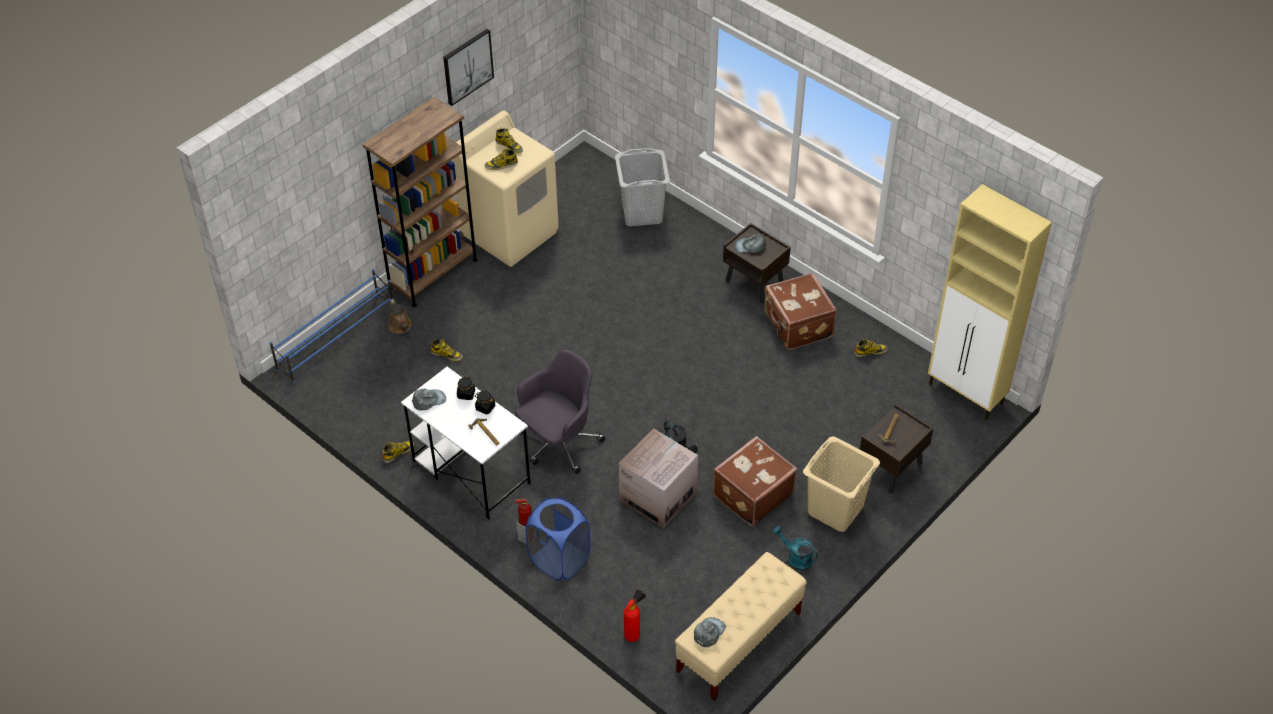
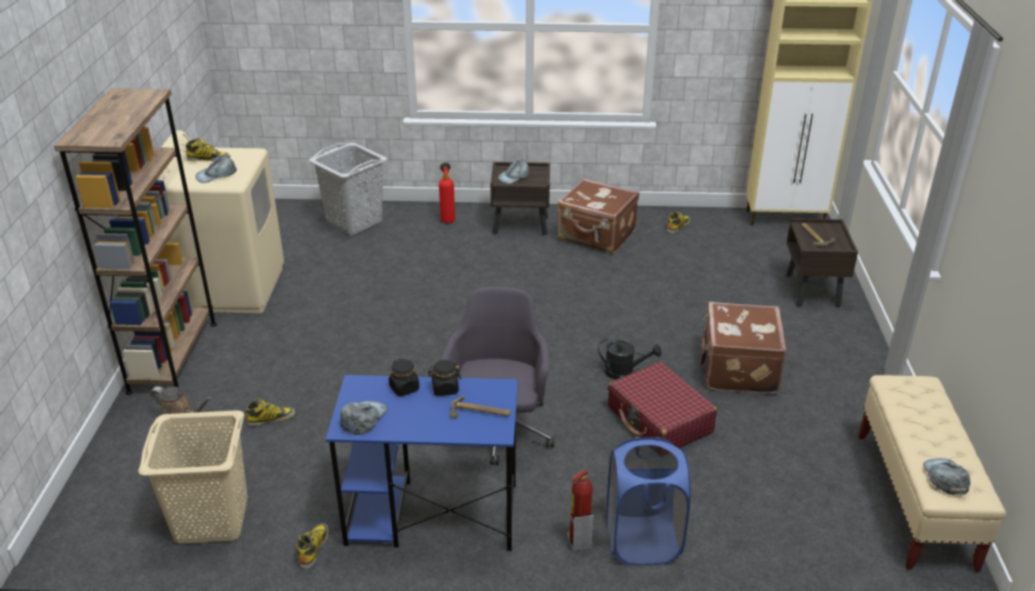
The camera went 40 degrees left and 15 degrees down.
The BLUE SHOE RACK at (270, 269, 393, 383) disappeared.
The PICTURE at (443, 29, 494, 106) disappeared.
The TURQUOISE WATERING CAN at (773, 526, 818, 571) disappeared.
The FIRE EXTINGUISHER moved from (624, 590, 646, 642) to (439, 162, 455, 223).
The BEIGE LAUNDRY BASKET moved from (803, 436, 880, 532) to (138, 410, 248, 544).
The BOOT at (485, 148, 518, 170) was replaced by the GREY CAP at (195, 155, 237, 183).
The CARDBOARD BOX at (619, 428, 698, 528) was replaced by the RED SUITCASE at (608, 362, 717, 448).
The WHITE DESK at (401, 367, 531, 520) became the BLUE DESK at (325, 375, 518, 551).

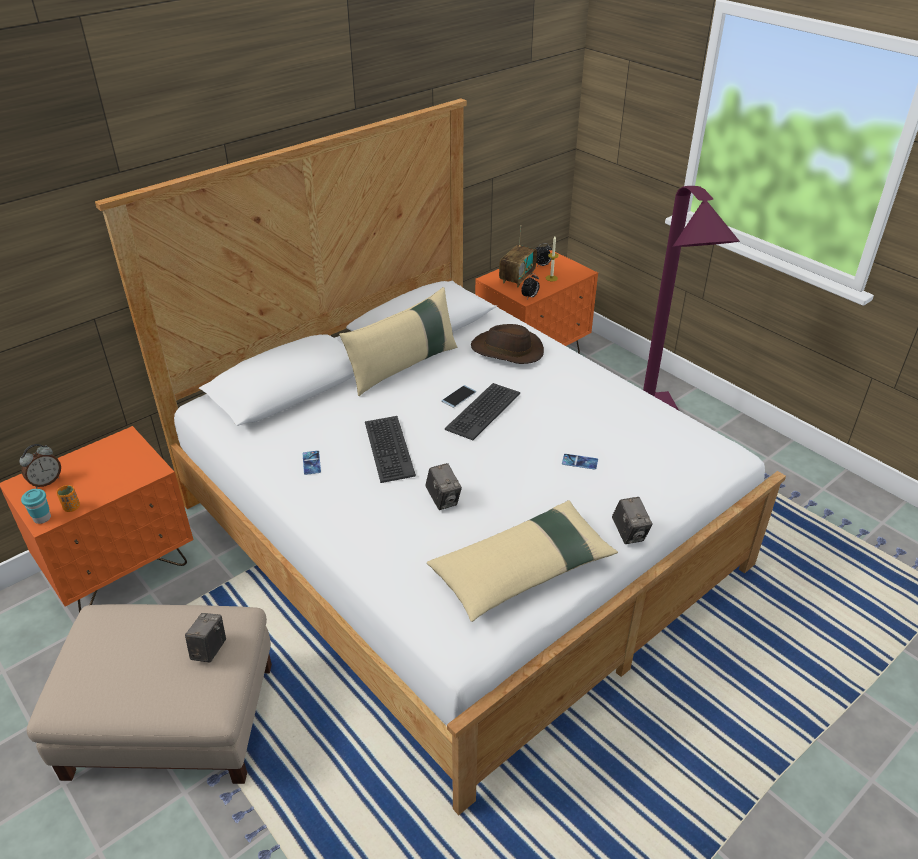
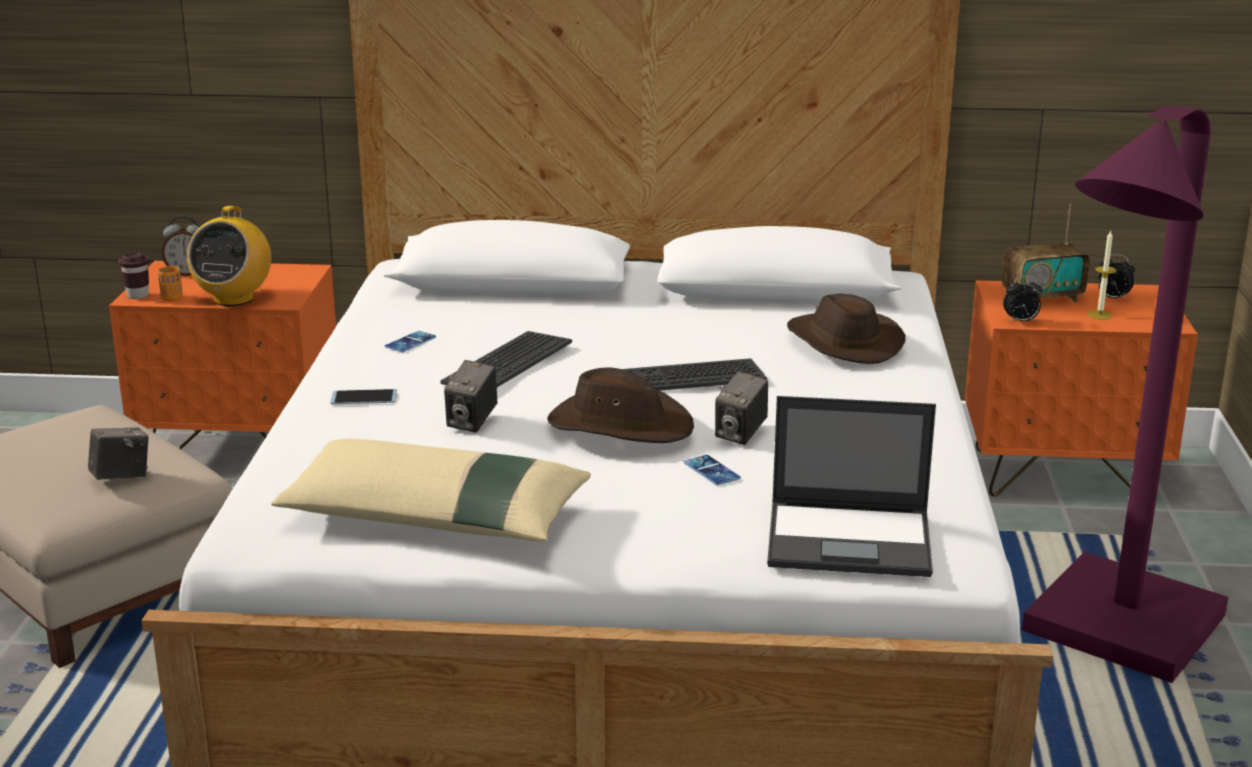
The camera went 45 degrees right and 15 degrees down.
The BEIGE PILLOW at (339, 287, 457, 396) disappeared.
The RADIO at (187, 206, 271, 306) appeared.
The BROWN HAT at (547, 367, 694, 443) appeared.
The LAPTOP at (767, 396, 936, 577) appeared.
The PHONE moved from (441, 385, 476, 408) to (330, 389, 397, 404).
The PHOTO CAMERA moved from (612, 497, 653, 544) to (715, 371, 768, 445).
The TURQUOISE CUP at (21, 489, 51, 524) became the BROWN CUP at (119, 252, 149, 299).

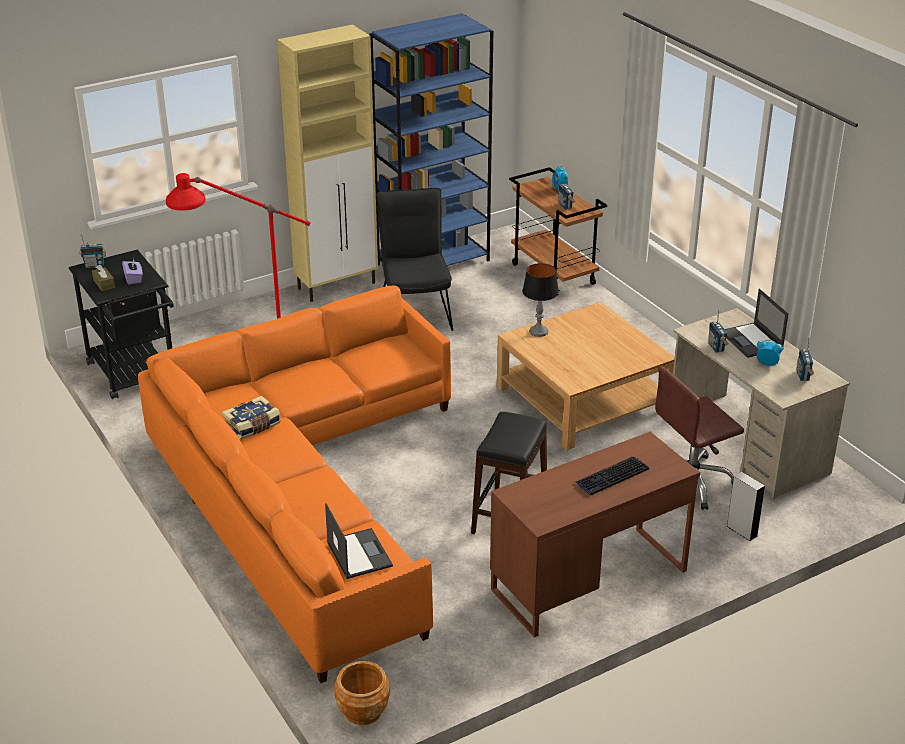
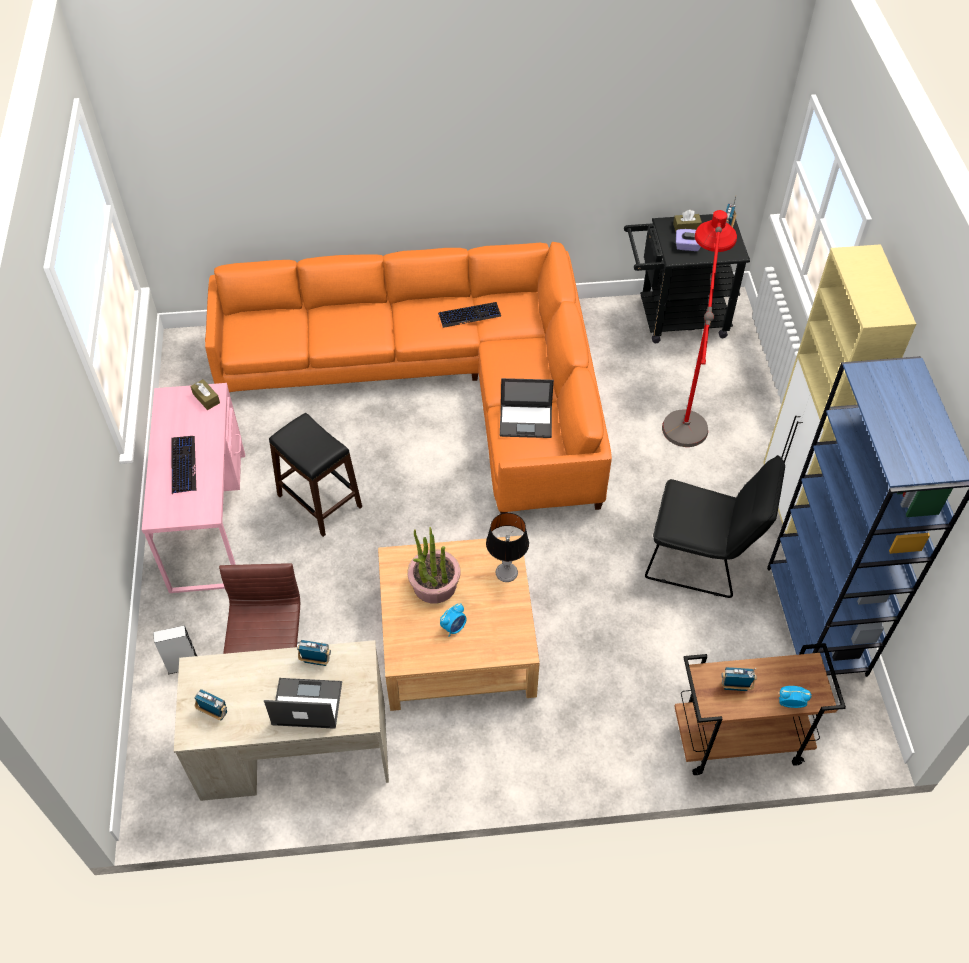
The camera went 115 degrees right and 20 degrees up.
The BROWN PLANTER at (334, 661, 390, 725) disappeared.
The BROWN TISSUE BOX at (190, 379, 220, 410) appeared.
The POTTED PLANT at (407, 527, 461, 603) appeared.
The LAPTOP moved from (325, 503, 393, 579) to (500, 378, 554, 438).
The ALARM CLOCK moved from (757, 340, 783, 366) to (440, 603, 467, 637).
The BOOK at (222, 396, 281, 440) was replaced by the KEYBOARD at (438, 302, 501, 328).
The BROWN DESK at (490, 432, 700, 637) became the PINK DESK at (142, 383, 245, 593).

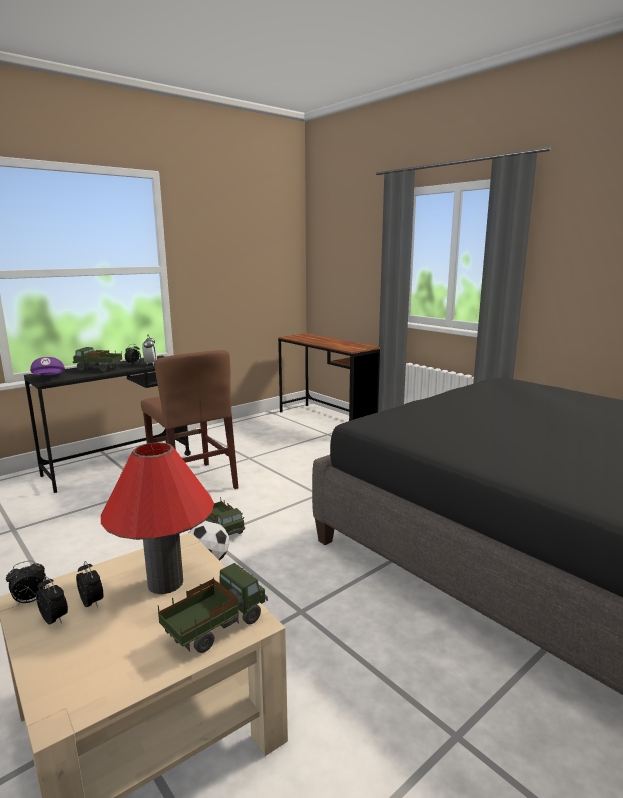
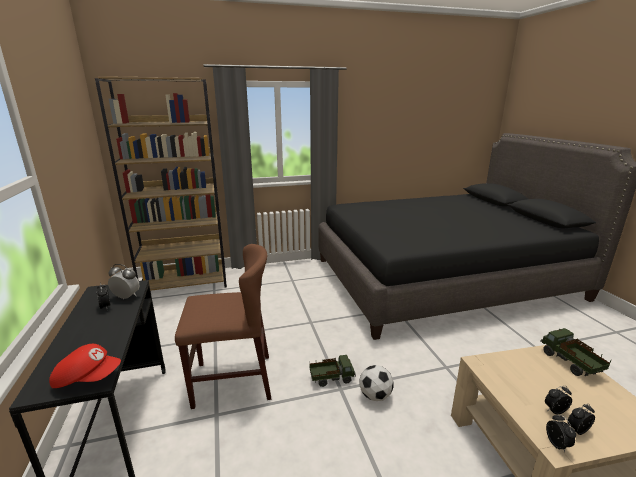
The camera went 65 degrees left and 5 degrees up.
The TOY TRUCK at (73, 347, 122, 372) disappeared.
The RED TABLE LAMP at (101, 442, 214, 594) disappeared.
The BROWN DESK at (278, 333, 380, 421) was replaced by the BROWN BOOKCASE at (95, 76, 227, 291).
The PURPLE CAP at (30, 357, 65, 375) became the RED CAP at (49, 344, 121, 388).

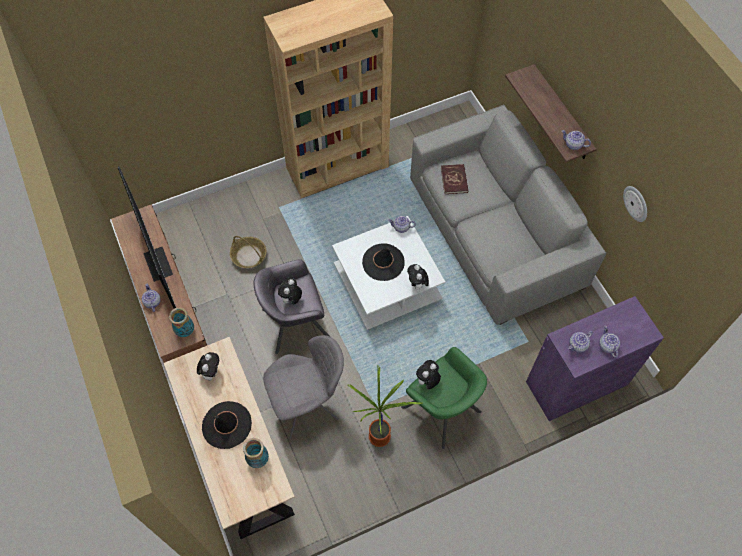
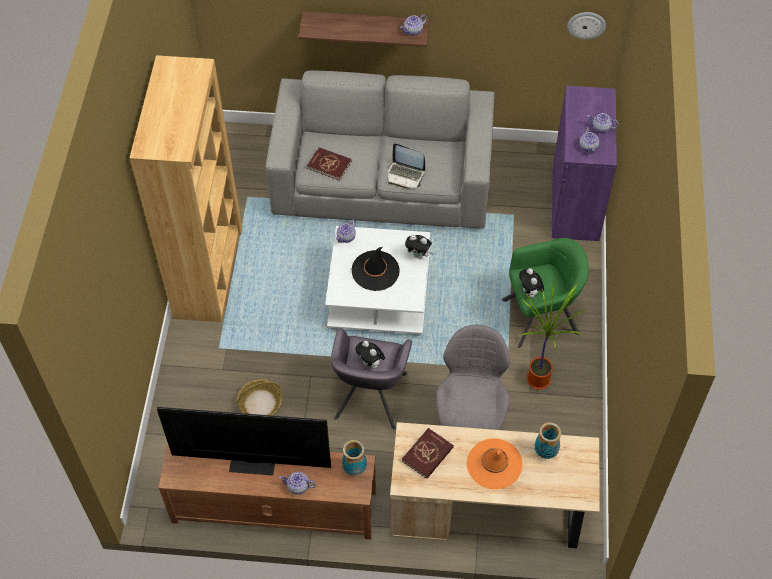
The camera went 60 degrees left and 5 degrees down.
The LAPTOP at (388, 143, 425, 189) appeared.
The WALL CLOCK moved from (623, 186, 647, 222) to (567, 12, 606, 40).
The PLUSH TOY at (197, 352, 219, 381) was replaced by the RED BOOK at (402, 428, 454, 479).
The BLACK HAT at (202, 401, 252, 449) became the ORANGE HAT at (467, 439, 522, 489).

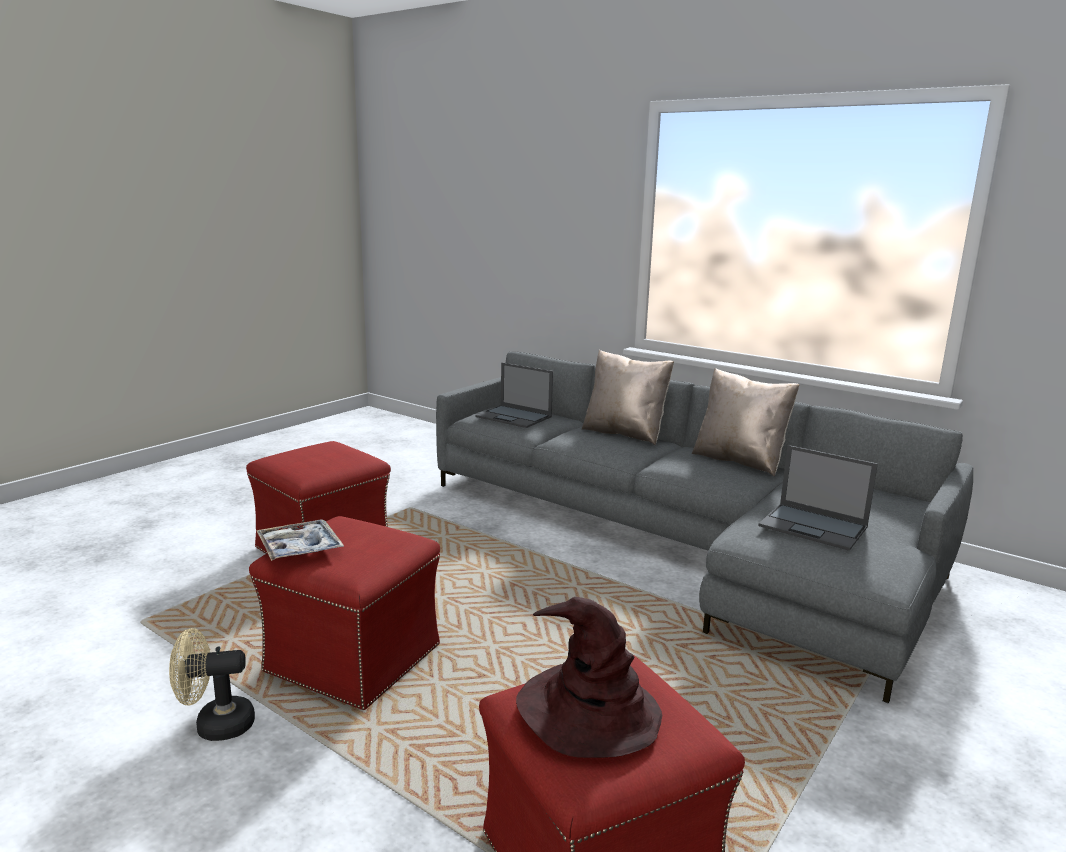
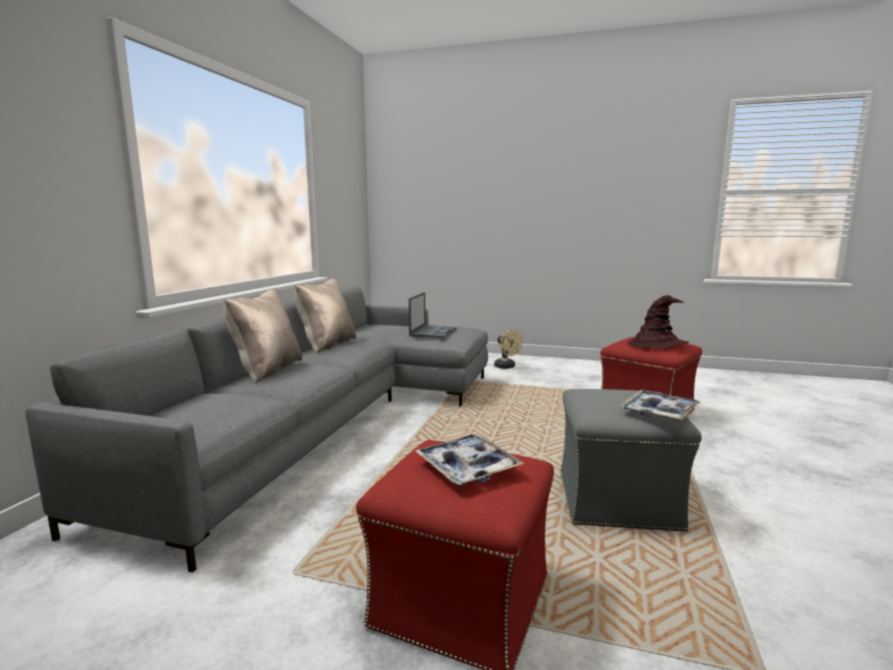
The camera went 110 degrees left and 5 degrees down.
The LAPTOP at (475, 362, 553, 428) disappeared.
The TRAY at (416, 434, 525, 485) appeared.
The BEIGE FAN moved from (169, 628, 255, 741) to (494, 330, 523, 369).
The RED OTTOMAN at (249, 516, 440, 710) became the GREY OTTOMAN at (560, 389, 702, 532).

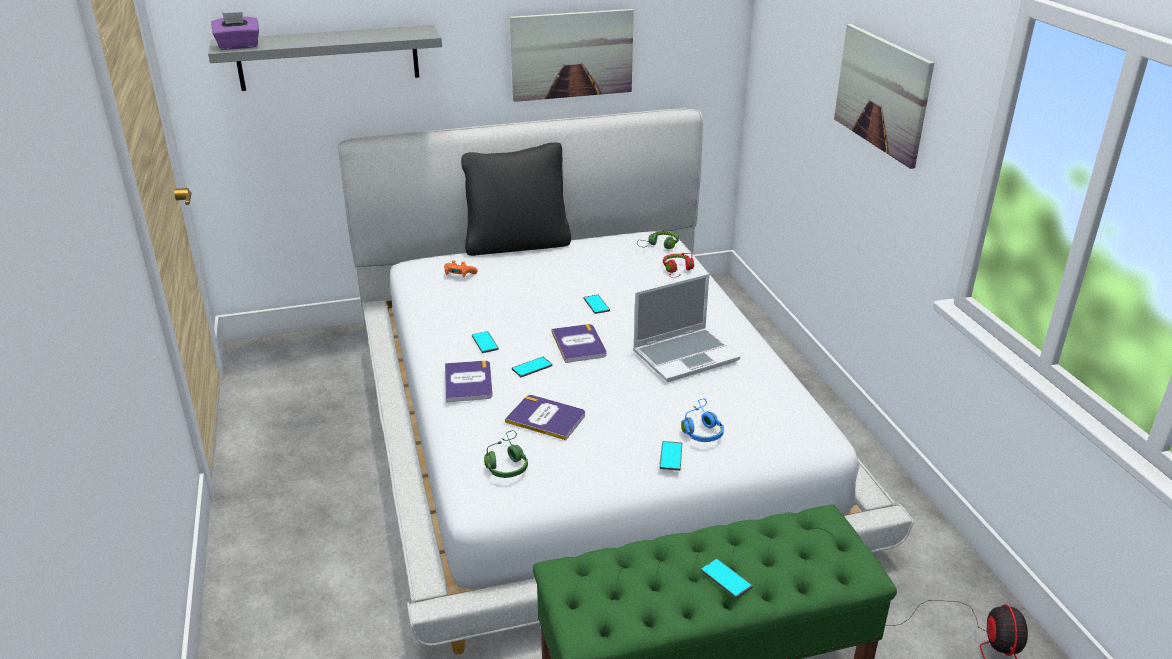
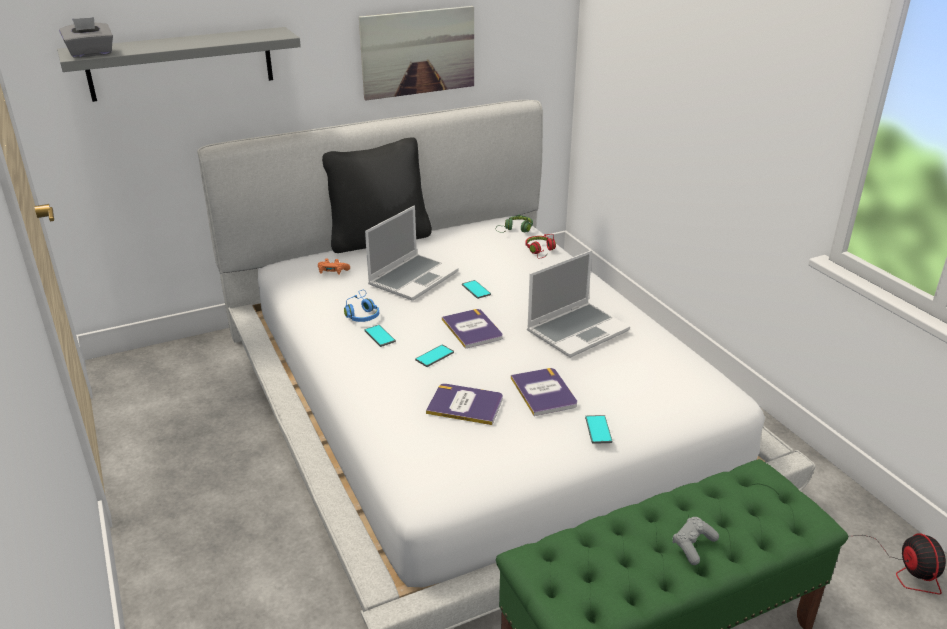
The camera went 10 degrees left and 0 degrees up.
The GREEN HEADPHONES at (484, 430, 528, 478) disappeared.
The PICTURE at (834, 24, 934, 169) disappeared.
The LAPTOP at (365, 206, 458, 301) appeared.
The BOOK moved from (445, 361, 493, 402) to (511, 368, 577, 416).
The BLUE HEADPHONES moved from (681, 398, 724, 442) to (344, 290, 379, 322).
The PHONE at (701, 558, 753, 599) was replaced by the GREY GAME CONTROLLER at (672, 517, 719, 565).
The PURPLE TISSUE BOX at (211, 12, 259, 50) became the GREY TISSUE BOX at (59, 17, 113, 58).

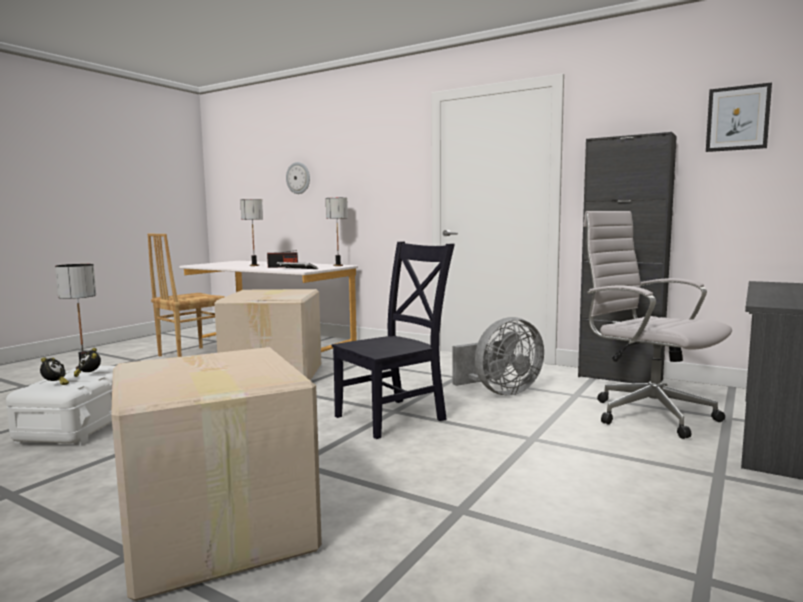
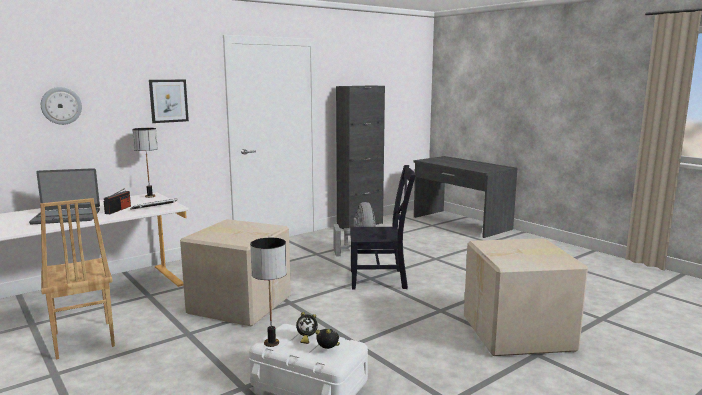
The camera went 70 degrees left and 5 degrees up.
The WHITE OFFICE CHAIR at (583, 211, 732, 439) disappeared.
The PICTURE moved from (706, 82, 772, 152) to (149, 80, 189, 123).
The TABLE LAMP at (240, 199, 263, 266) was replaced by the LAPTOP at (29, 168, 100, 224).
The BLACK CHAIR at (332, 241, 455, 439) turned 105 degrees clockwise.

